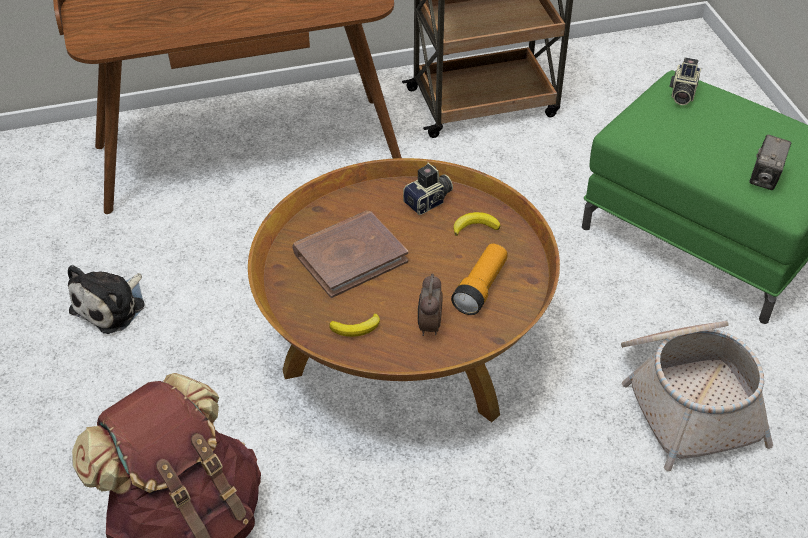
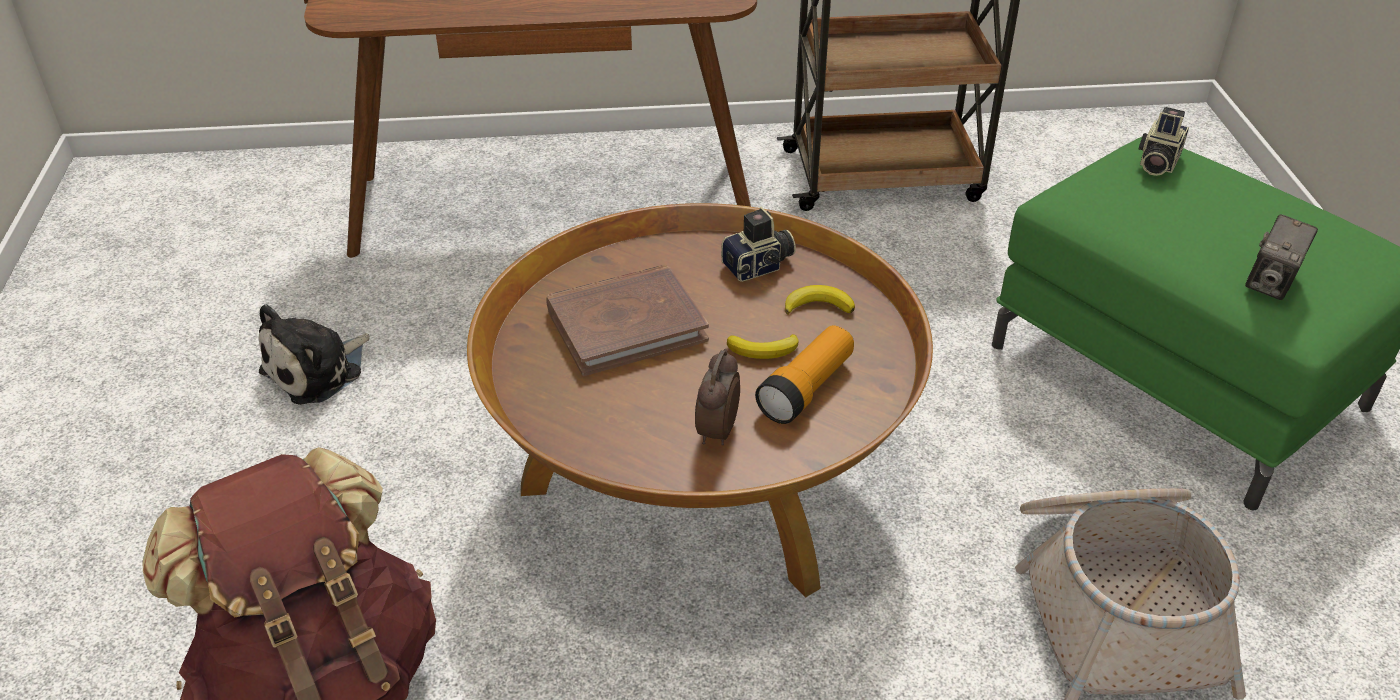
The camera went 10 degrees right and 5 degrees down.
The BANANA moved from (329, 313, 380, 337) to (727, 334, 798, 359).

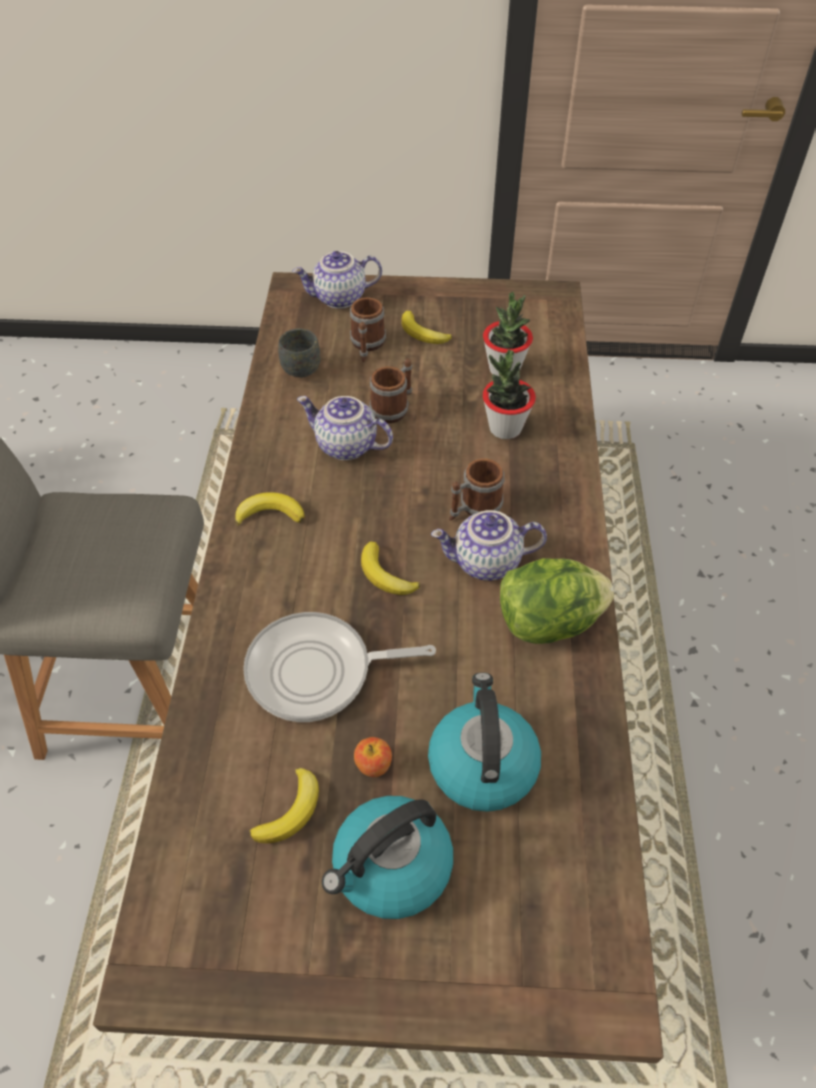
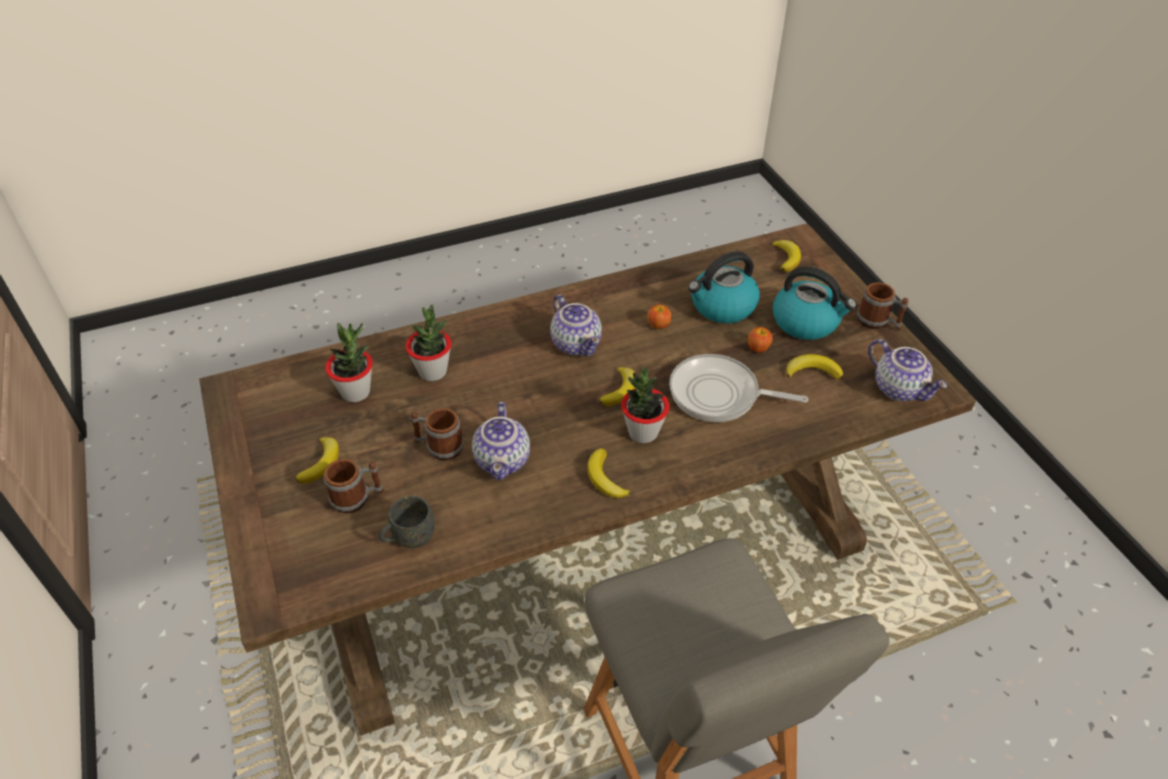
The camera went 115 degrees left and 5 degrees down.
The LETTUCE at (500, 558, 614, 644) disappeared.
The POTTED PLANT at (621, 368, 670, 443) appeared.
The APPLE at (647, 304, 671, 329) appeared.
The BANANA at (772, 240, 801, 272) appeared.
The TEAPOT moved from (292, 251, 382, 309) to (868, 339, 947, 401).
The MUG moved from (449, 458, 504, 520) to (857, 283, 908, 330).
The FRYING PAN at (243, 612, 436, 722) turned 135 degrees clockwise.

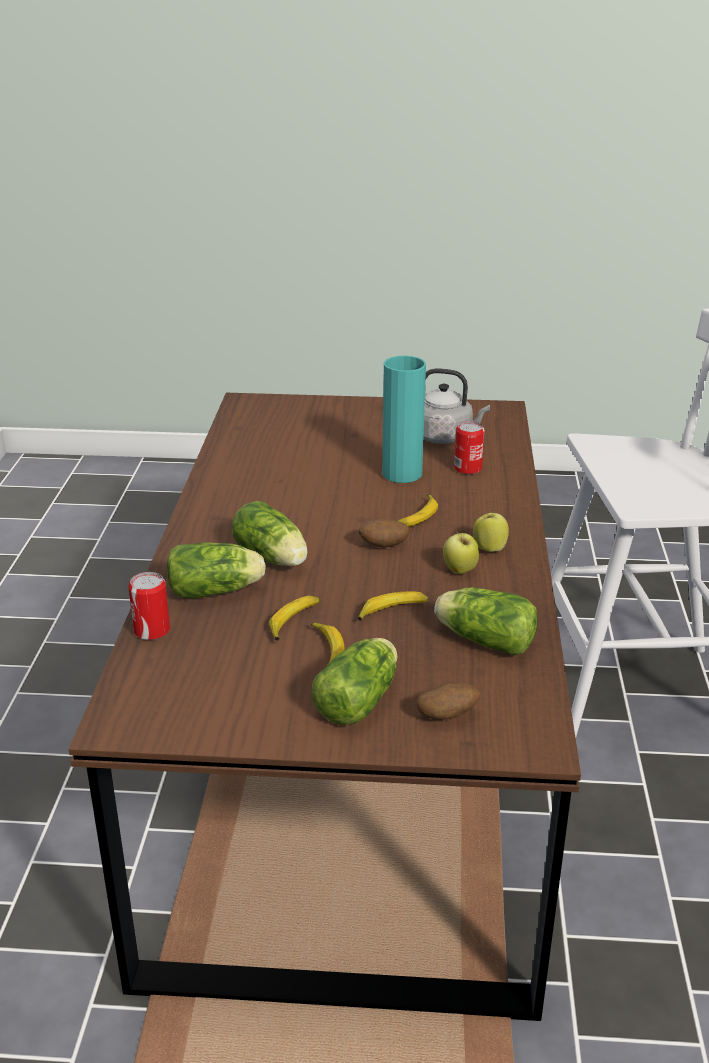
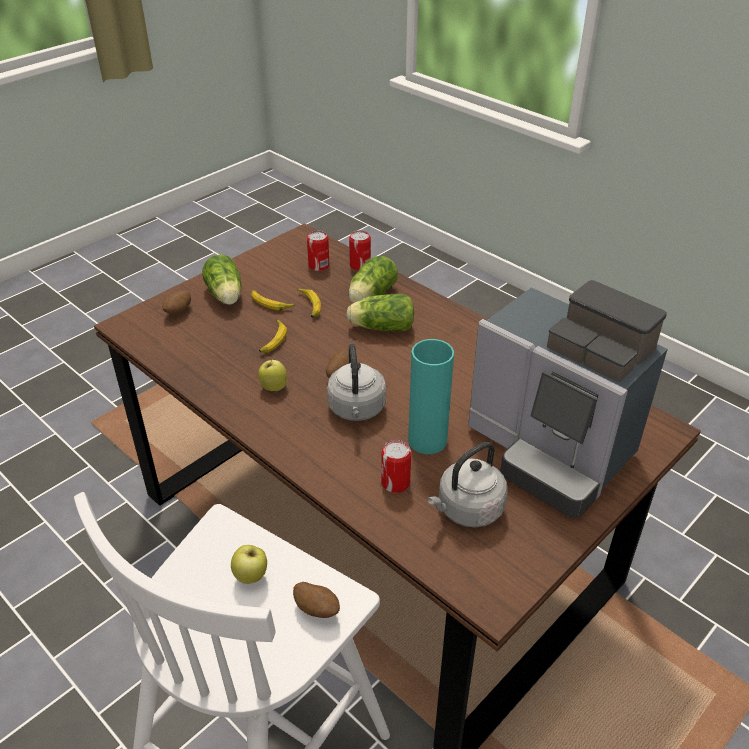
The camera went 130 degrees right and 10 degrees up.
The LETTUCE at (434, 588, 538, 655) disappeared.
The POTATO at (293, 582, 340, 618) appeared.
The CAN at (307, 231, 329, 271) appeared.
The COFFEE MACHINE at (468, 280, 668, 518) appeared.
The APPLE moved from (473, 509, 509, 552) to (231, 545, 267, 584).
The BANANA at (398, 494, 438, 527) was replaced by the GREY KETTLE at (327, 343, 386, 421).

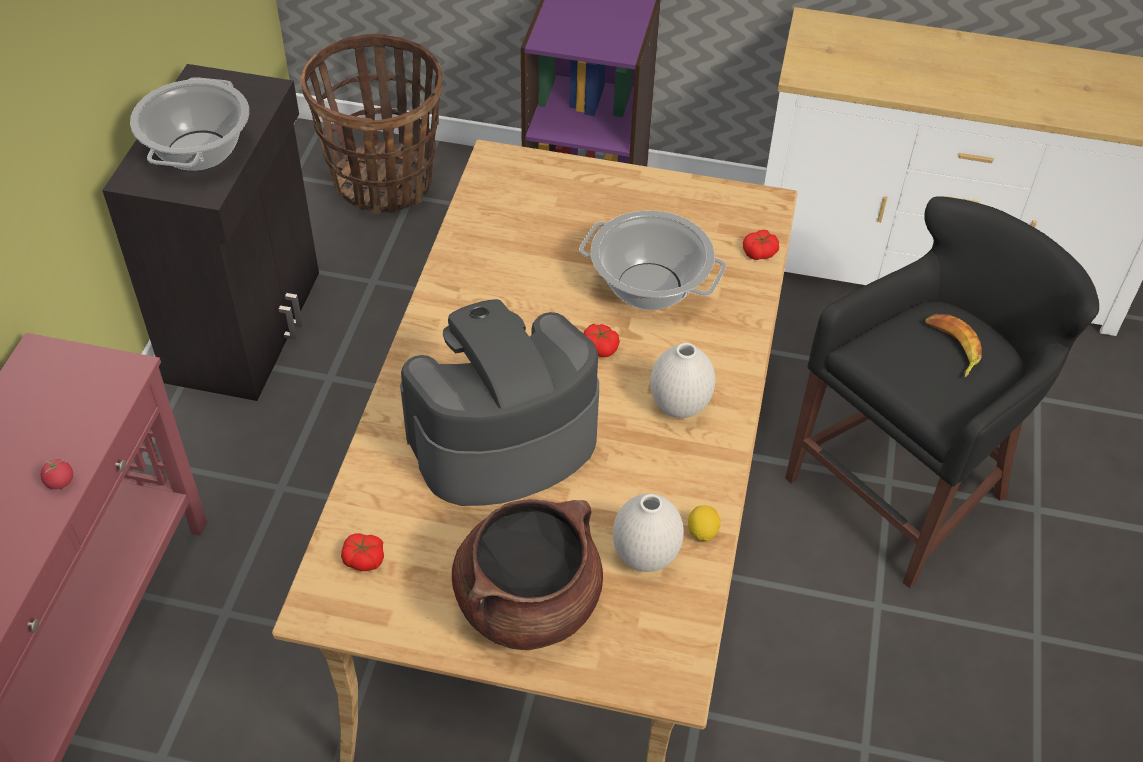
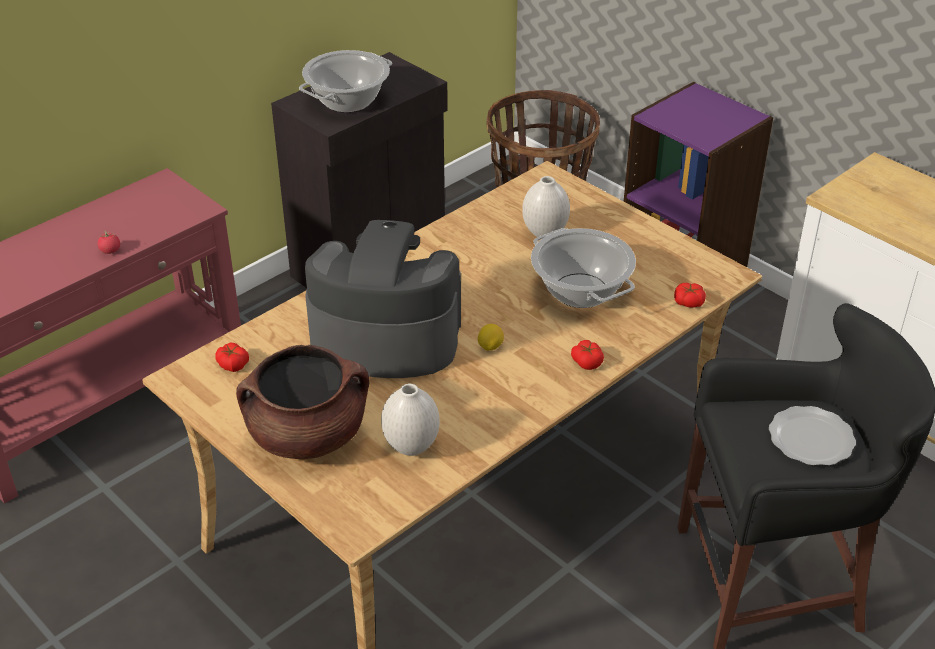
The camera went 35 degrees right and 10 degrees down.
The TOMATO moved from (584, 324, 620, 357) to (571, 340, 604, 370).
The WHITE VASE moved from (650, 343, 715, 418) to (522, 176, 570, 237).
The LEMON moved from (688, 505, 721, 541) to (478, 324, 504, 351).
The BANANA at (925, 314, 982, 377) was replaced by the PLATE at (769, 406, 856, 466).

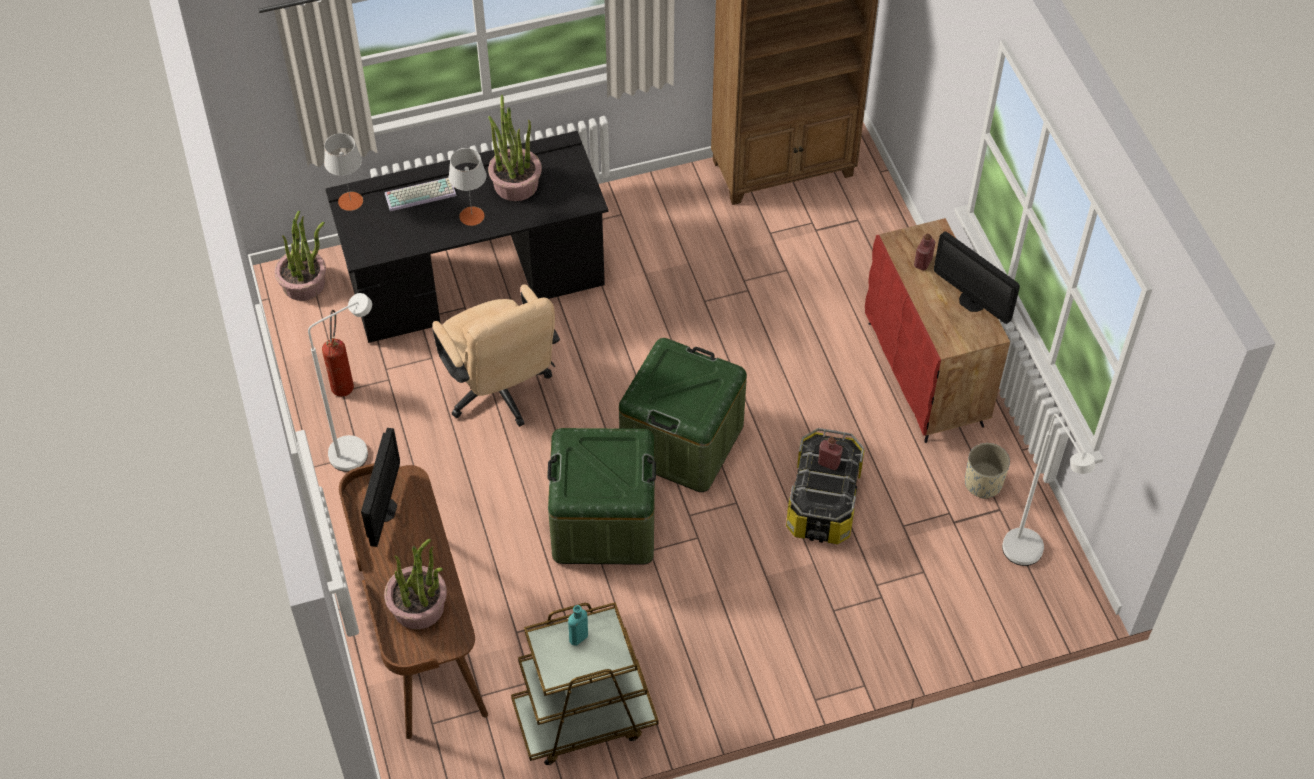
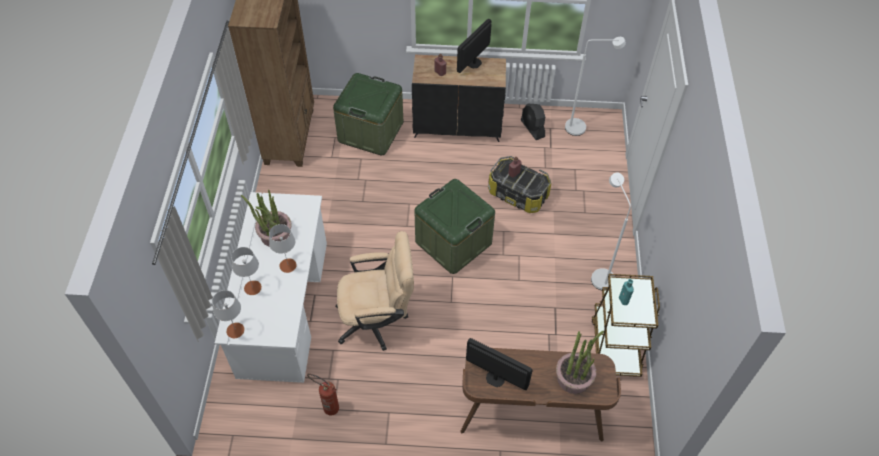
The camera went 70 degrees left and 0 degrees up.
The POTTED PLANT at (274, 211, 326, 301) disappeared.
The WHITE FLOOR LAMP moved from (308, 293, 372, 472) to (591, 173, 631, 290).
The GREEN STORAGE BOX moved from (547, 428, 656, 565) to (333, 73, 403, 155).
The KEYBOARD at (385, 177, 457, 211) was replaced by the GREY TABLE LAMP at (231, 247, 262, 295).
The BEIGE PLANTER at (965, 443, 1010, 499) was replaced by the BLACK FAN at (521, 104, 545, 140).
The BLACK DESK at (325, 131, 608, 343) became the WHITE DESK at (215, 192, 327, 383).
The RED CABINET at (865, 218, 1010, 443) became the BLACK CABINET at (412, 55, 506, 142).
The MONITOR at (934, 231, 1020, 324) turned 150 degrees clockwise.

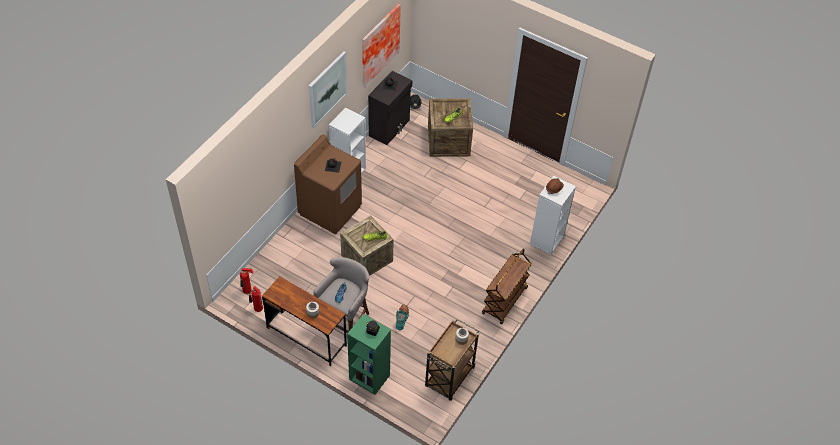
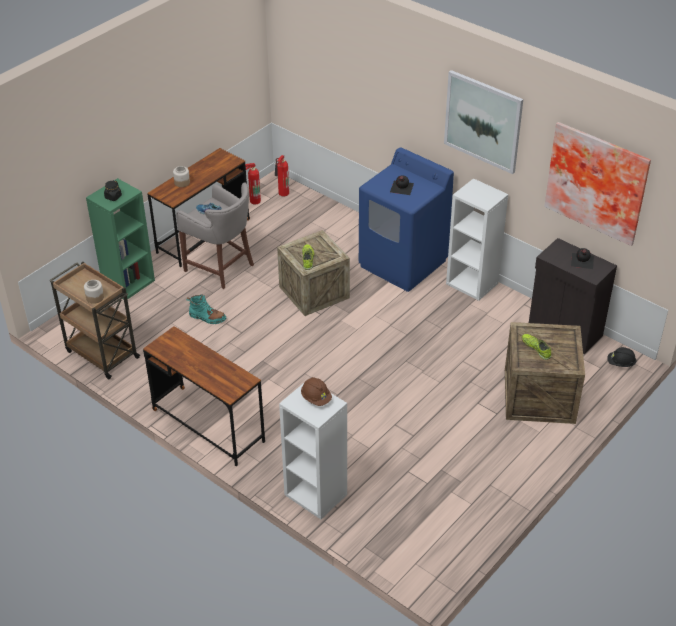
The camera went 100 degrees right and 10 degrees down.
The BROWN CART at (482, 249, 532, 324) was replaced by the BROWN DESK at (143, 326, 265, 467).
The BROWN WASHING MACHINE at (294, 135, 362, 234) became the BLUE WASHING MACHINE at (359, 147, 454, 292).

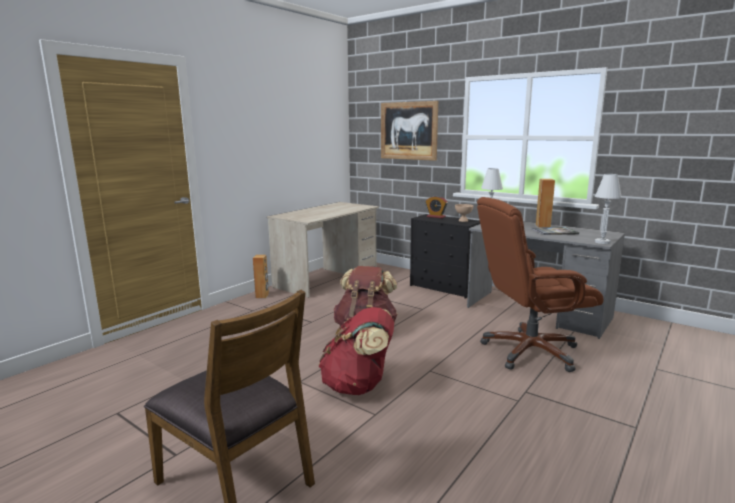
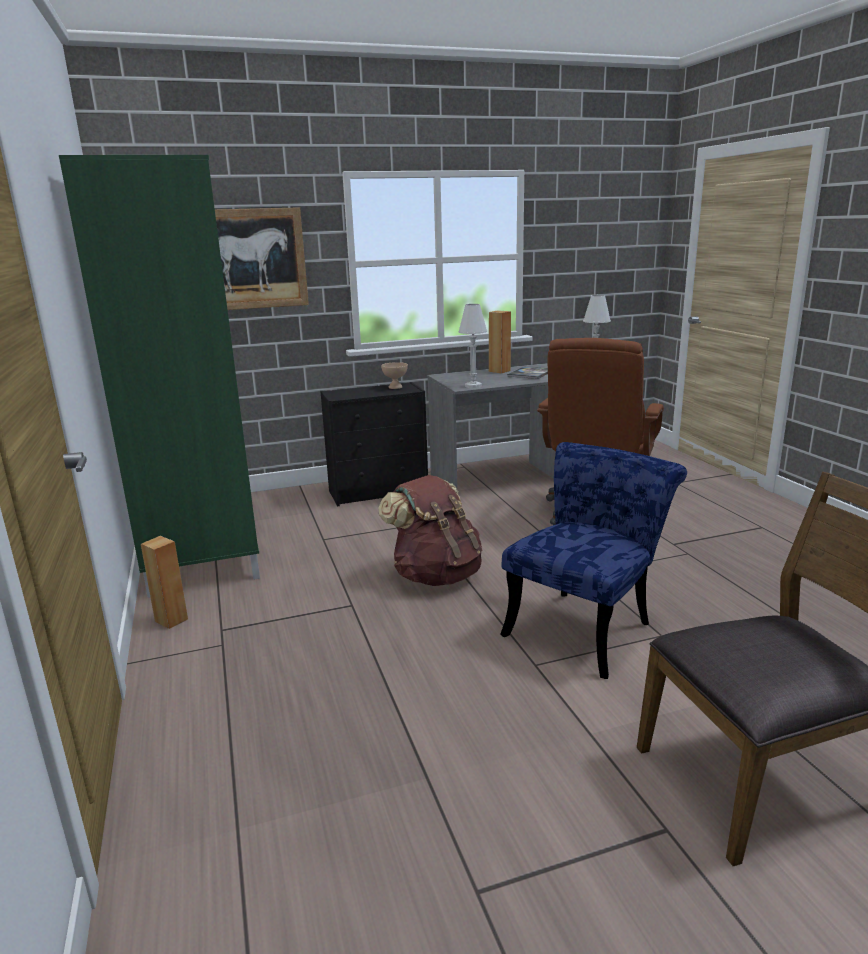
The camera went 55 degrees left and 5 degrees up.
The ALARM CLOCK at (426, 195, 448, 218) disappeared.
The BEIGE DESK at (267, 202, 379, 298) was replaced by the GREEN WARDROBE at (59, 155, 260, 598).
The RED BACKPACK at (319, 307, 394, 395) was replaced by the BLUE CHAIR at (500, 442, 687, 679).

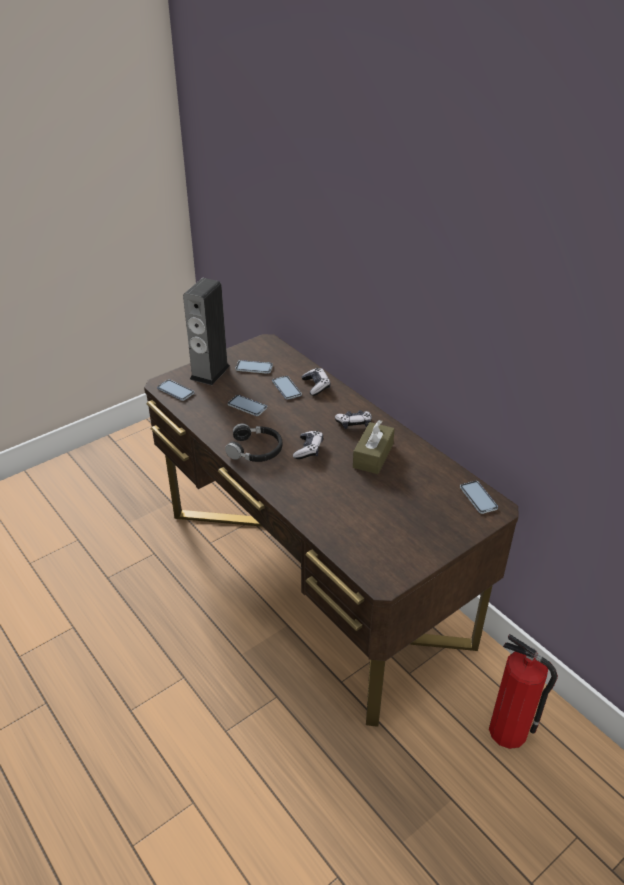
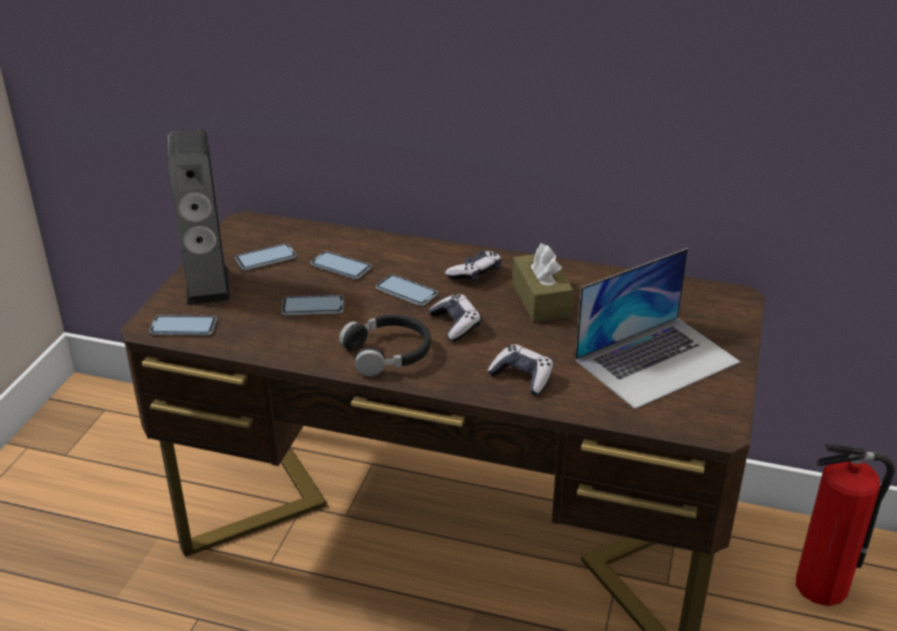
The camera went 35 degrees left and 5 degrees down.
The LAPTOP at (575, 248, 740, 409) appeared.
The GAME CONTROLLER moved from (301, 368, 331, 396) to (487, 344, 553, 395).
The PHONE moved from (460, 481, 498, 514) to (376, 274, 438, 306).

